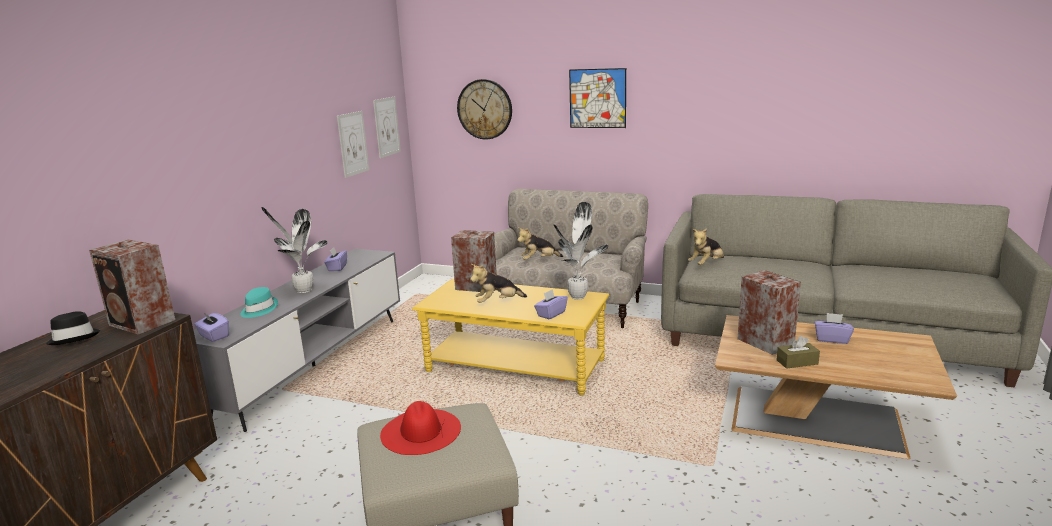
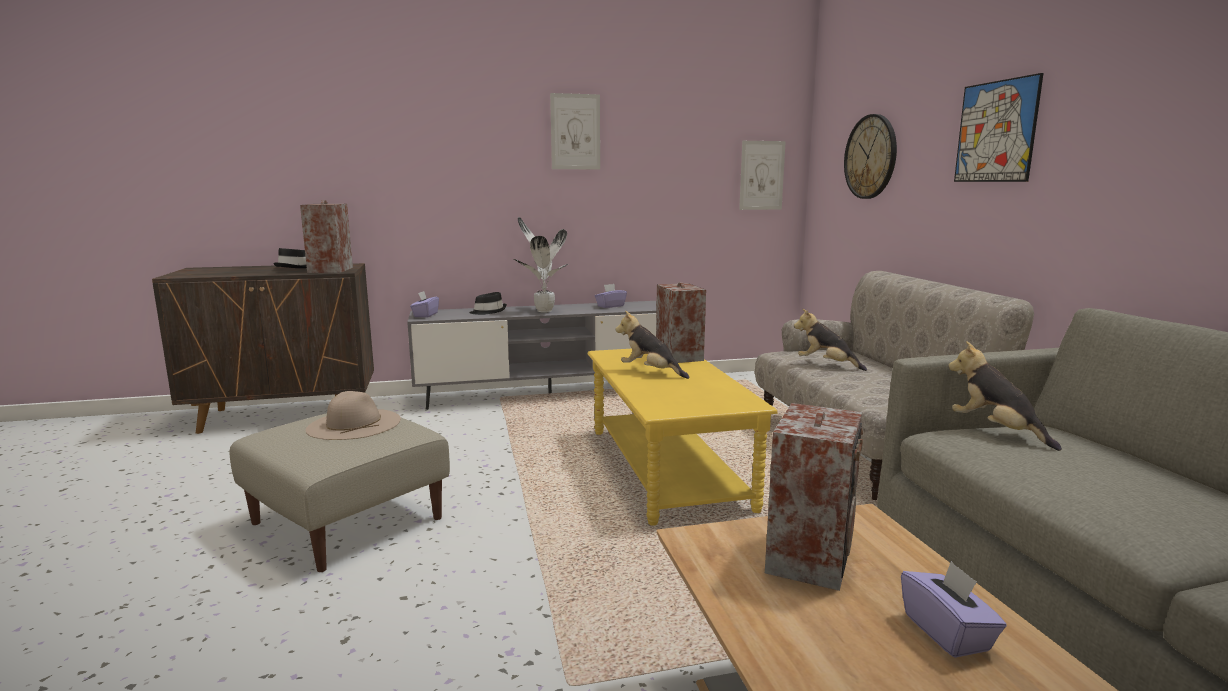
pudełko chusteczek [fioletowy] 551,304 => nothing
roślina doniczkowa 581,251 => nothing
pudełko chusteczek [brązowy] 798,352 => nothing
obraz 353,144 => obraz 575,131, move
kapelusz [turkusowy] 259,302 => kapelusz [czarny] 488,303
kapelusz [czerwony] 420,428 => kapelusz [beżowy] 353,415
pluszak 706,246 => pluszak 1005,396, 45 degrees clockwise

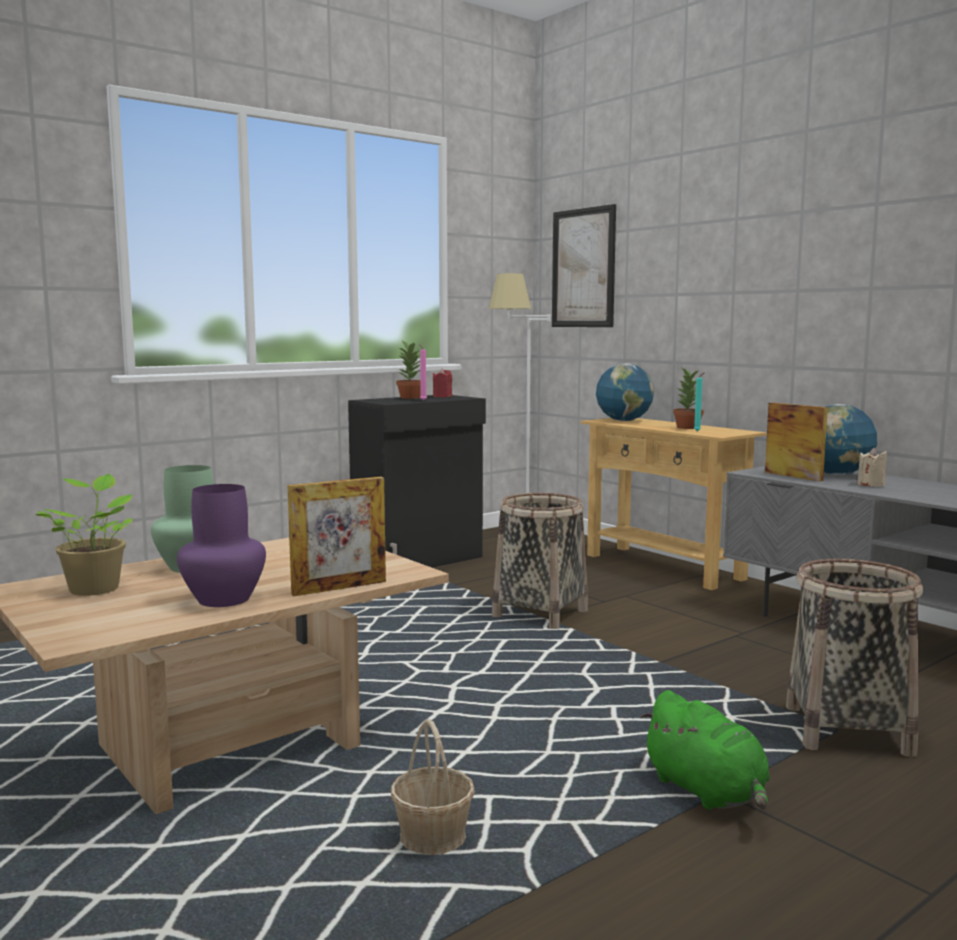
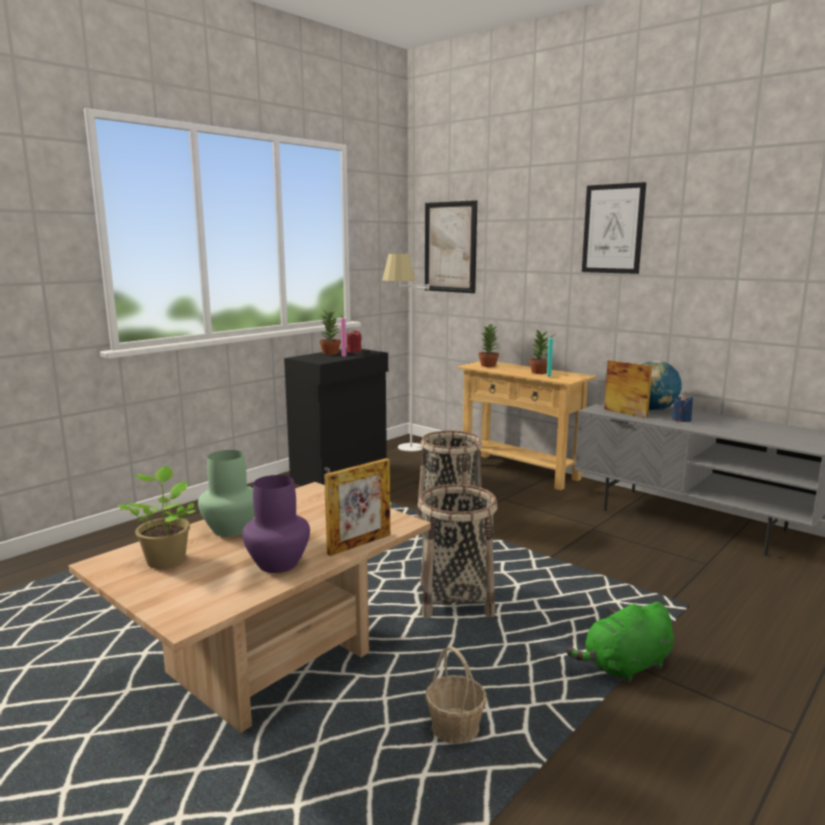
nothing => obraz 614,228
koszyk 854,658 => koszyk 458,551, move
globus 625,392 => roślina doniczkowa 488,345
świeca [beżowy] 872,467 => świeca [niebieski] 682,408
pluszak [zielony] 705,750 => pluszak [zielony] 619,642, 105 degrees clockwise

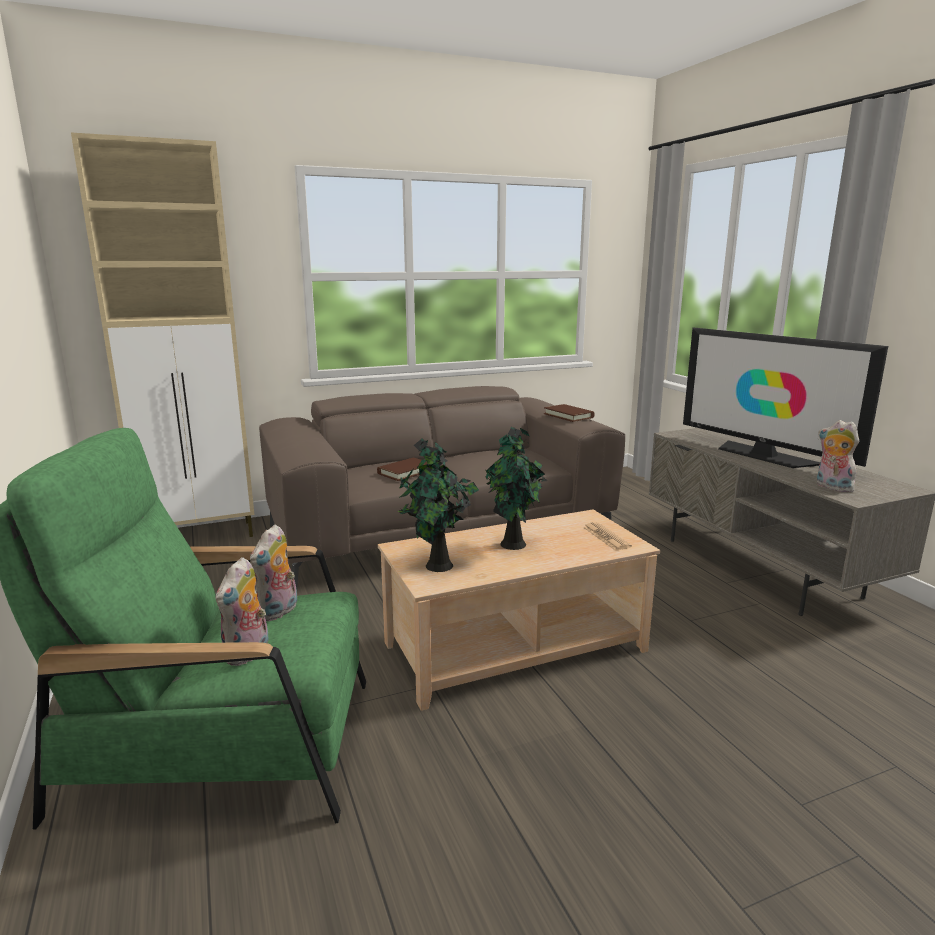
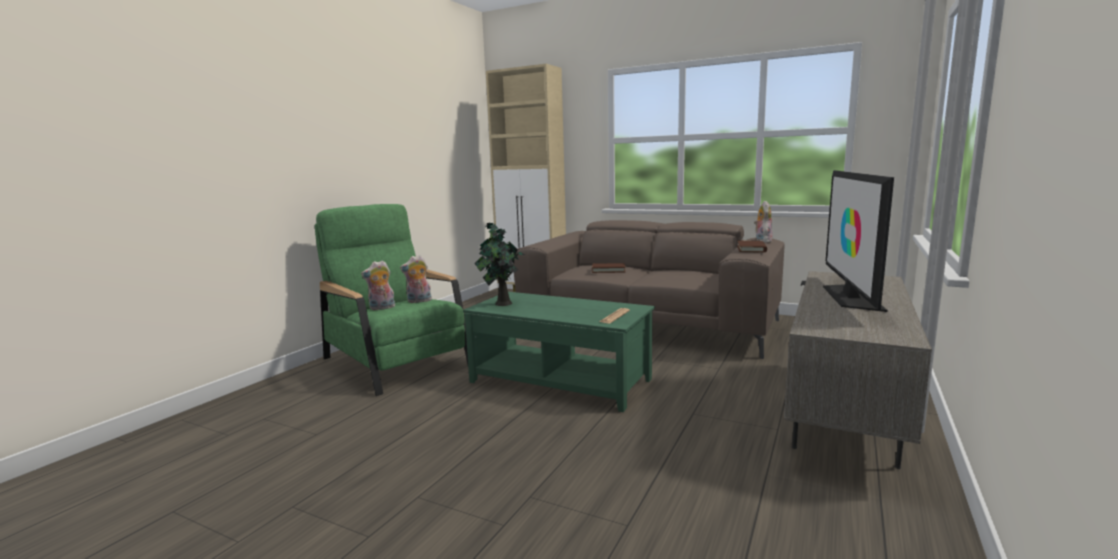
roślina doniczkowa 516,488 => nothing
pluszak 838,456 => pluszak 763,222, move
ława [beżowy] 519,610 => ława [zielony] 559,352

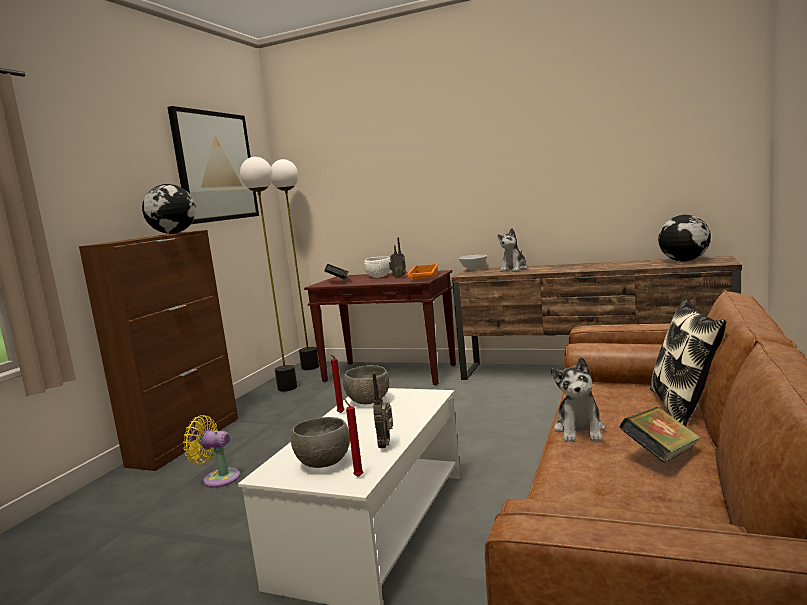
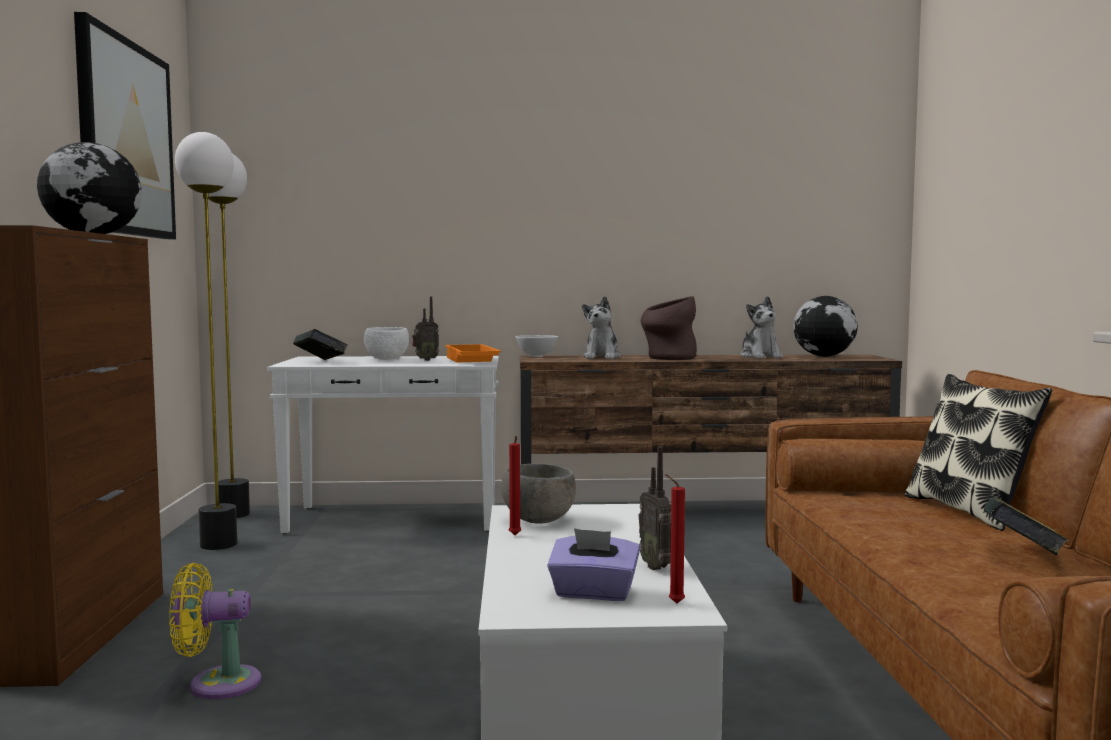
nothing => wazon [brązowy] 669,328
pluszak 578,399 => pluszak 761,327, move
miska [szary] 320,442 => pudełko chusteczek [fioletowy] 593,564
stolik konsolowy [brązowy] 380,328 => stolik konsolowy [biały] 383,445

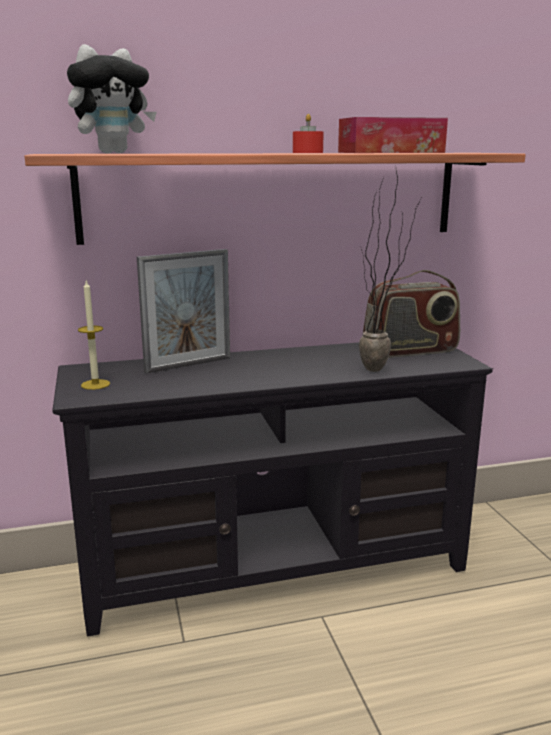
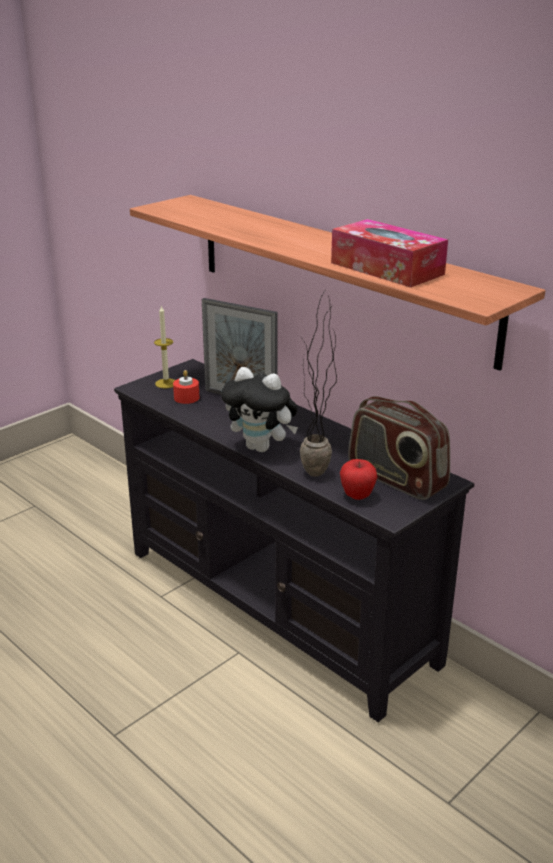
nothing => jabłko 359,479
pluszak 112,98 => pluszak 259,409, move
świeca [czerwony] 308,133 => świeca [czerwony] 186,387, move

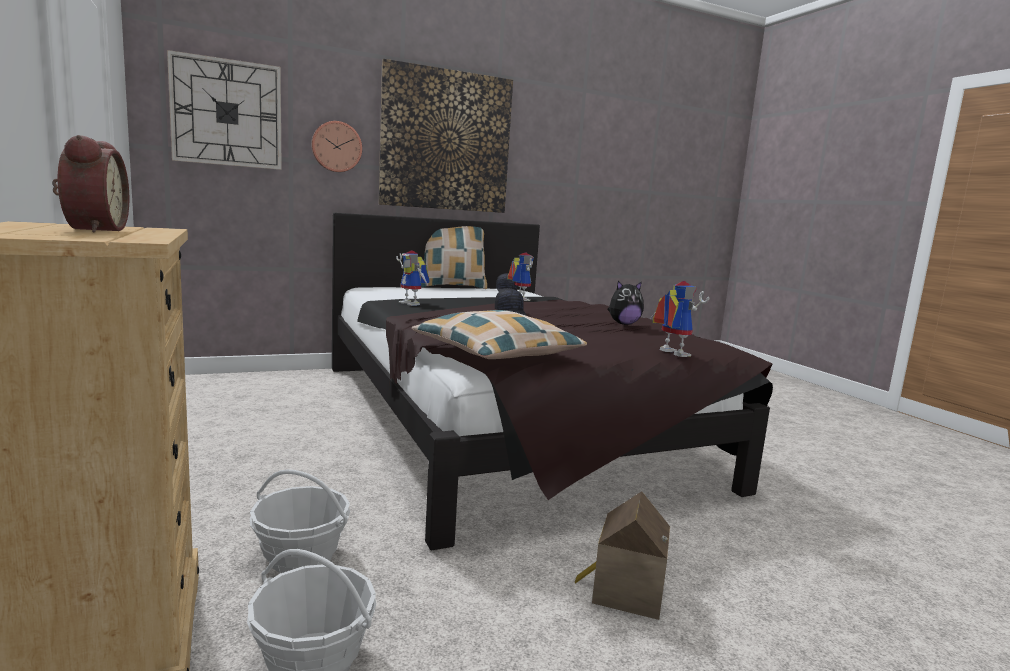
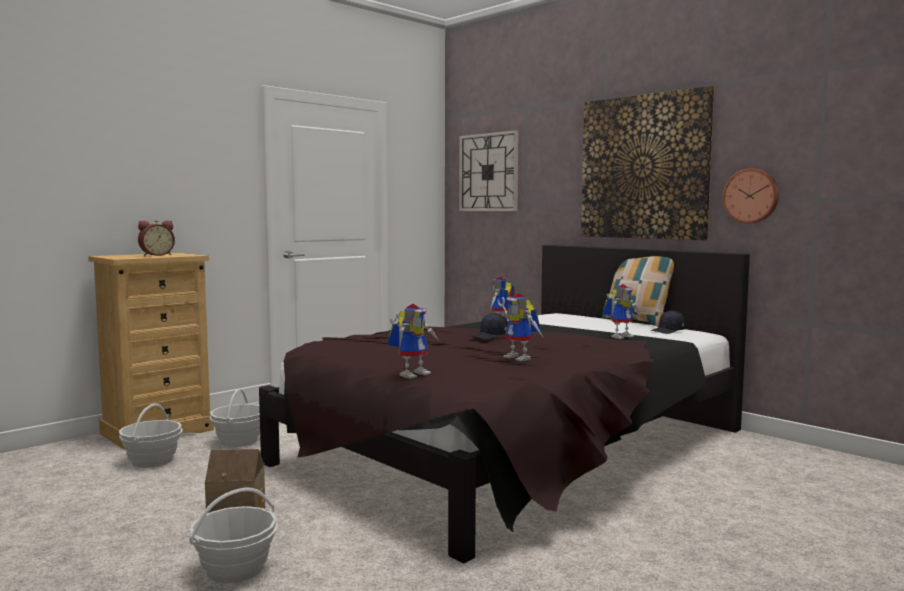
poduszka 499,334 => nothing
nothing => koszyk 233,535
zegar ścienny 336,146 => zegar ścienny 750,196, move
pluszak 625,303 => robot zabawkowy 520,327

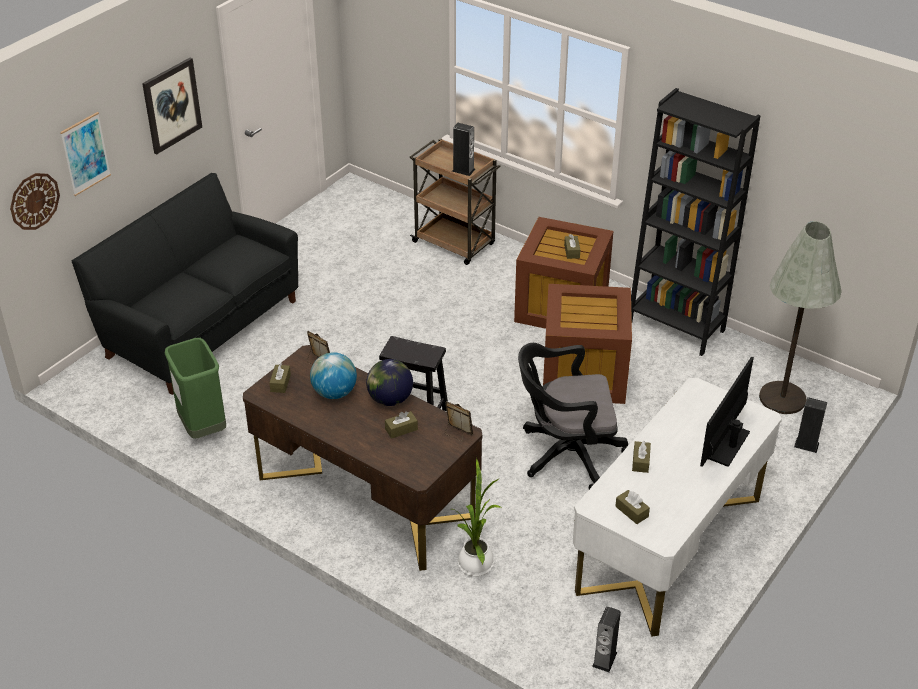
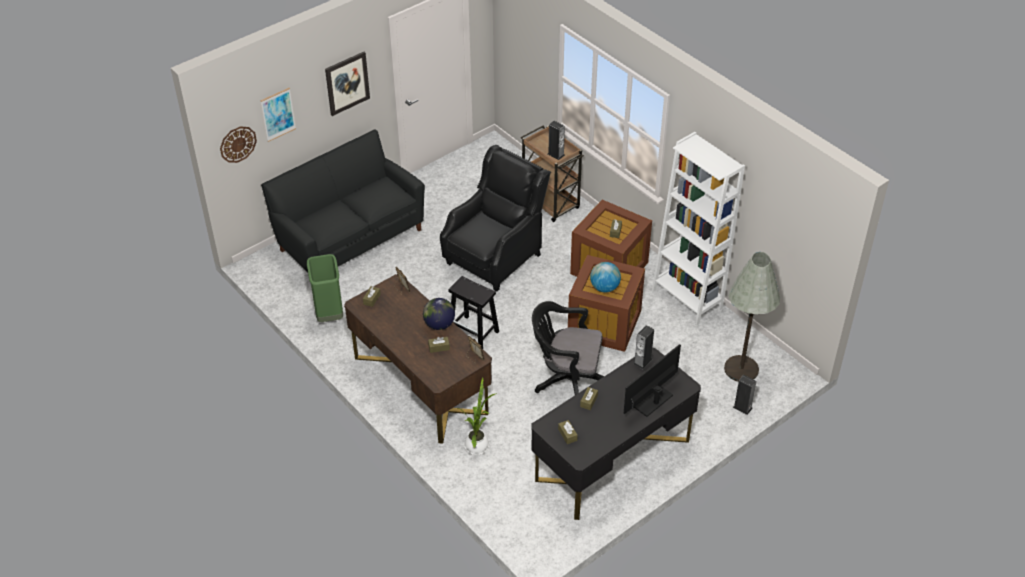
nothing => fotel [czarny] 495,218
globus 333,375 => globus 605,277, move
głośnik 606,639 => głośnik 644,347, move
biurko [biały] 677,506 => biurko [czarny] 616,434
regał [czarny] 696,222 => regał [biały] 698,229

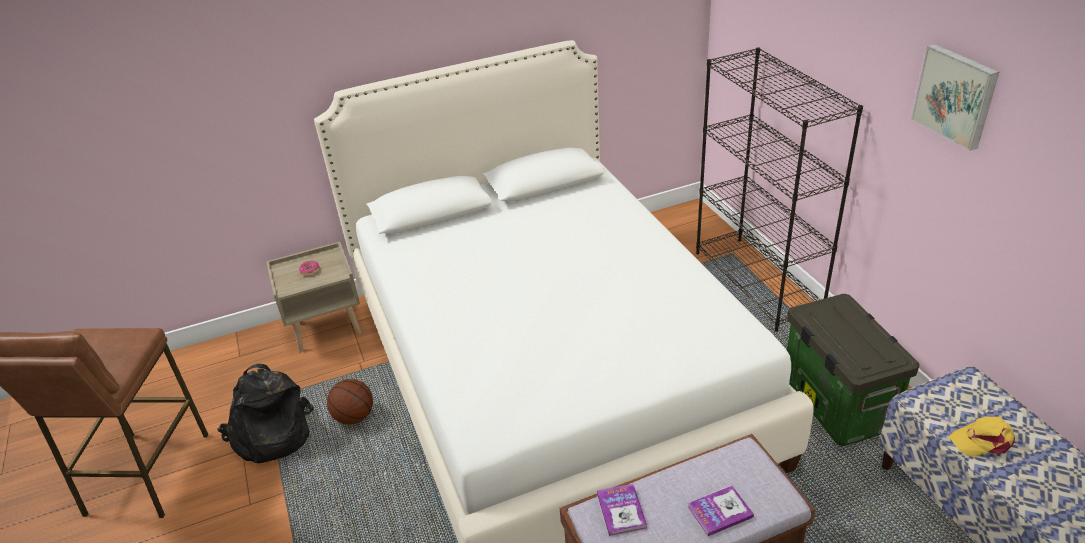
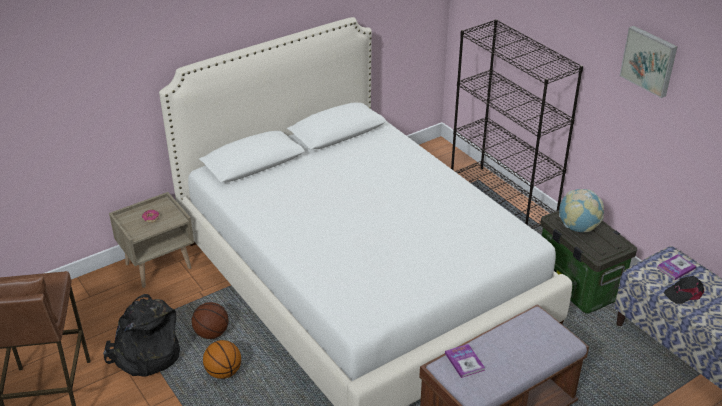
nothing => piłka do koszykówki 222,359
nothing => globus 581,210
książka 721,511 => książka 676,267, move
czapka z daszkiem [żółty] 982,436 => czapka z daszkiem [czarny] 684,290

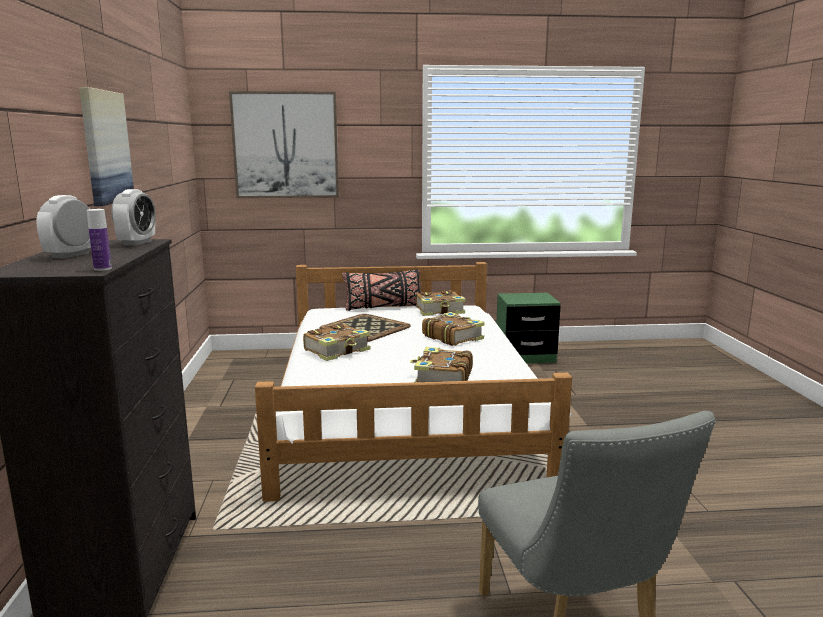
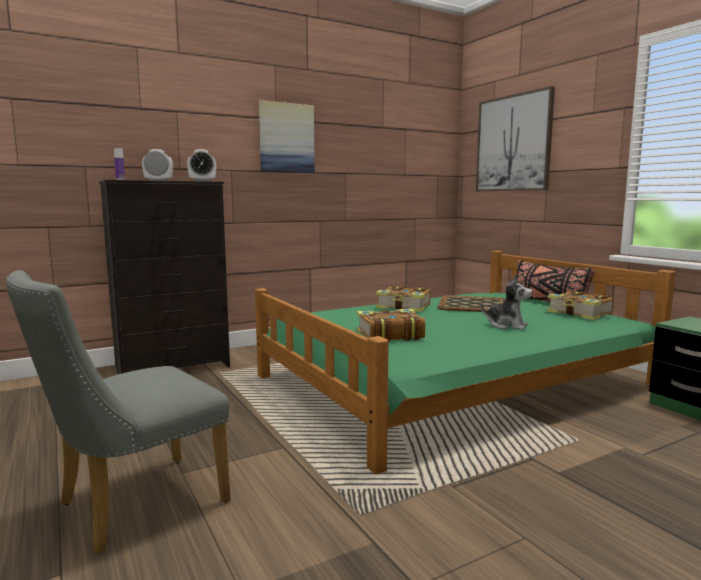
książka 453,329 => pluszak 507,302
łóżko [biały] 413,382 => łóżko [zielony] 465,362

